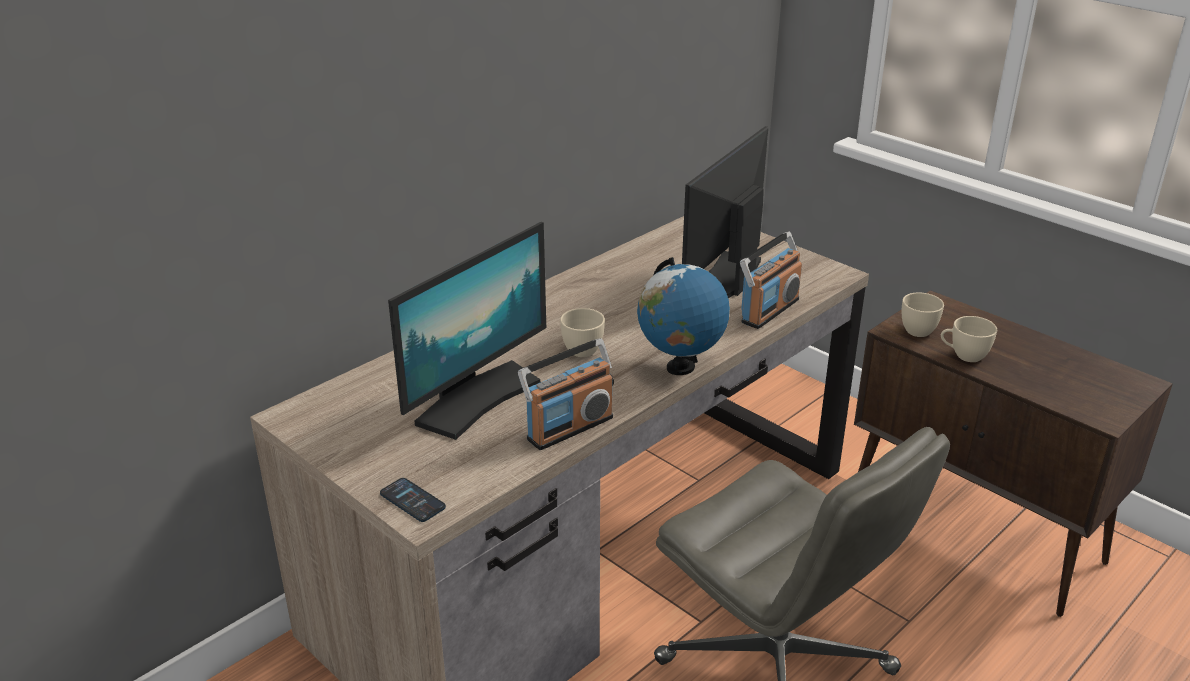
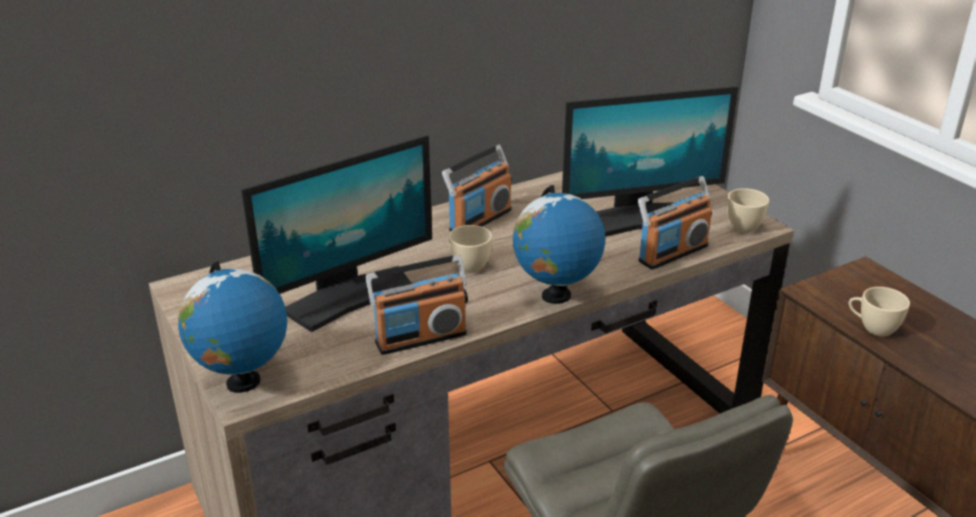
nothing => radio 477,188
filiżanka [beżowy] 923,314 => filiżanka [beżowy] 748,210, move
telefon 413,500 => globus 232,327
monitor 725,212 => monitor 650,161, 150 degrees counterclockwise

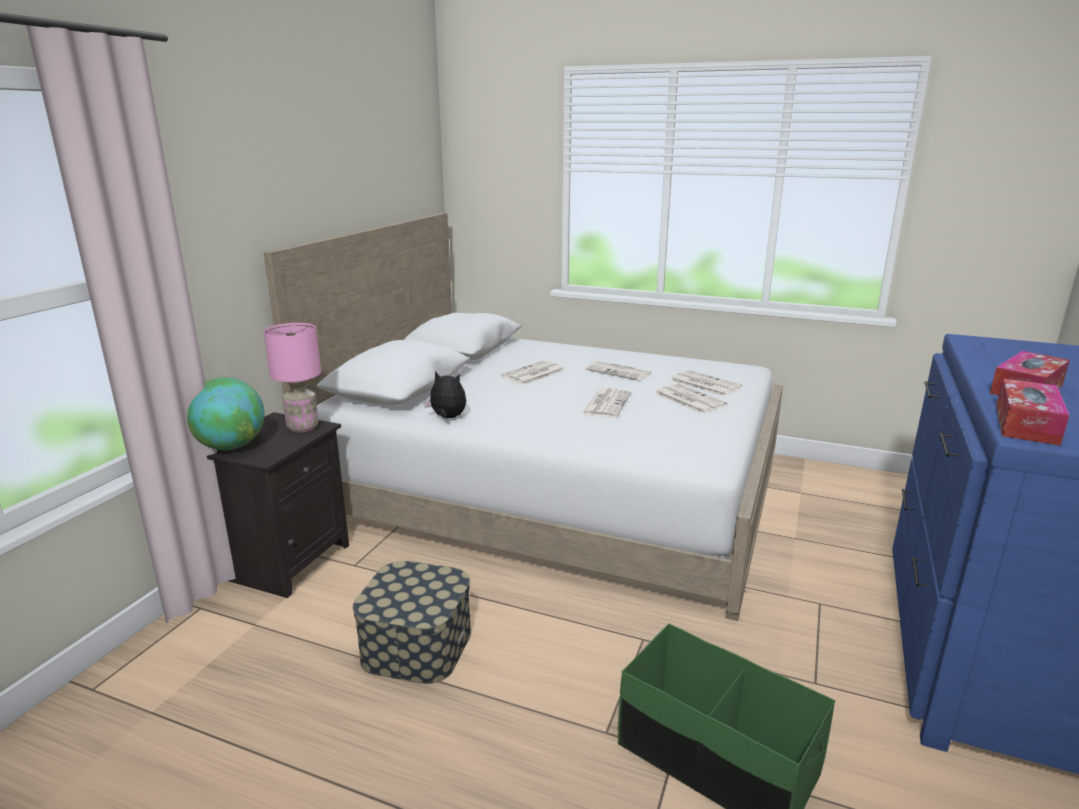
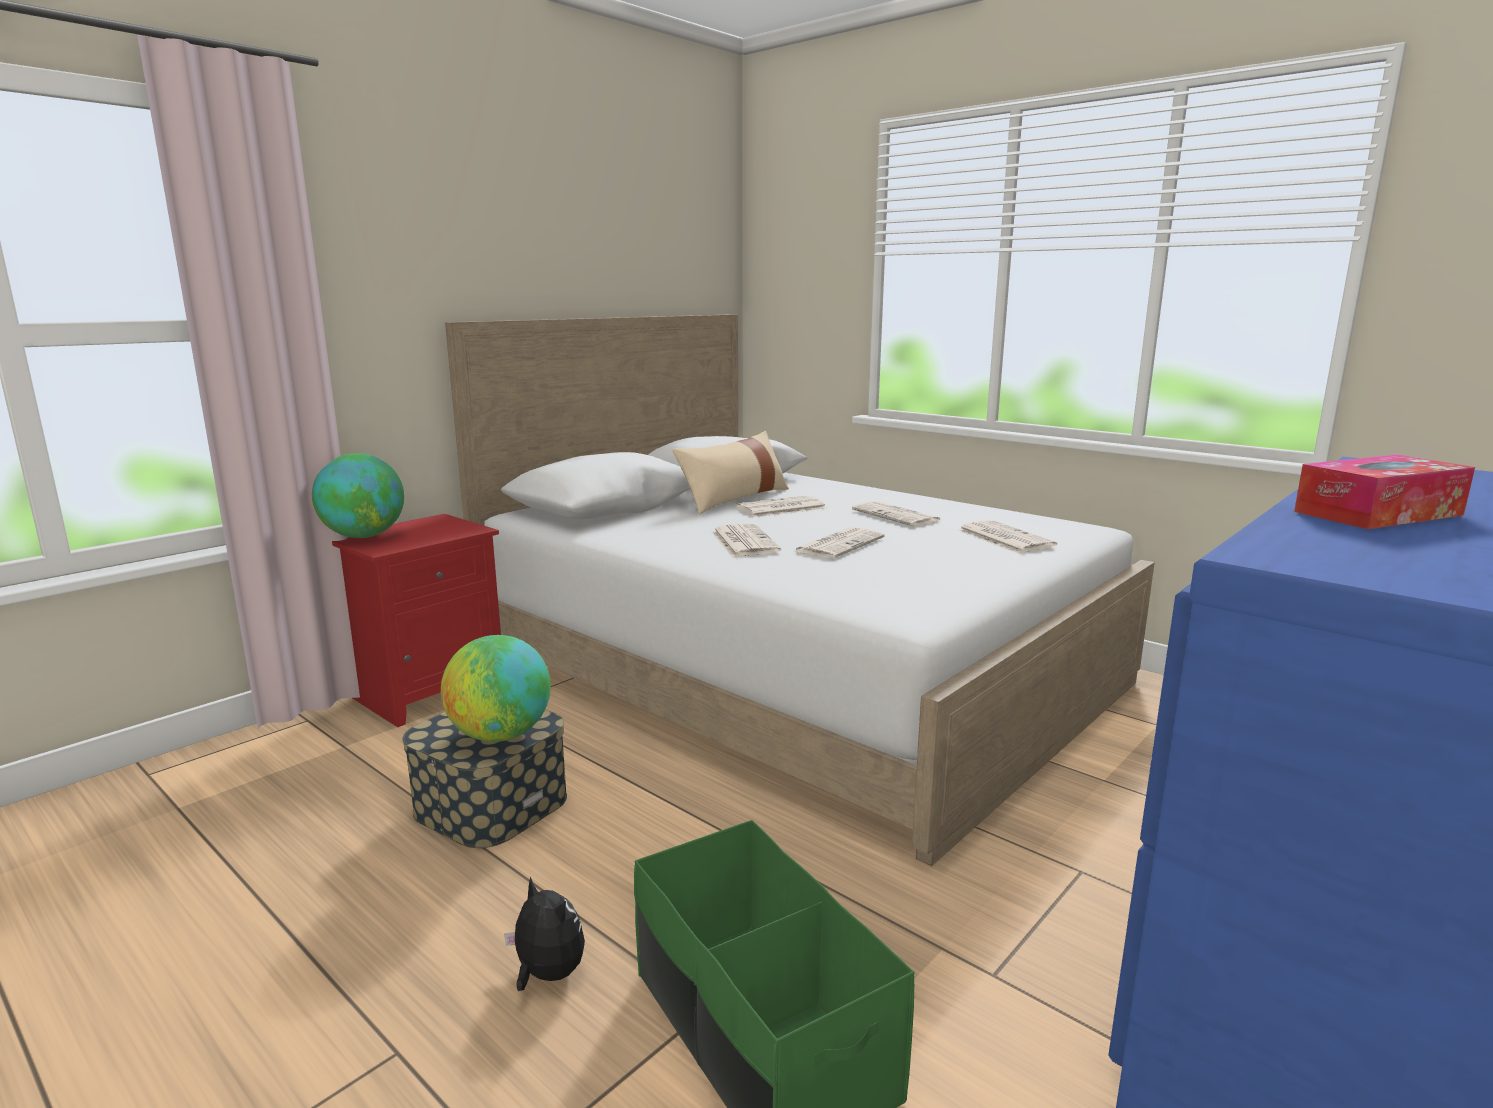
lampa stołowa [różowy] 292,378 => nothing
pudełko chusteczek 1033,412 => nothing
nothing => globus 496,688
nothing => poduszka [beżowy] 730,472
pluszak 445,394 => pluszak 544,934, move
gazeta 691,398 => gazeta 746,540, move
szafka nocna [czarny] 278,505 => szafka nocna [czerwony] 416,620

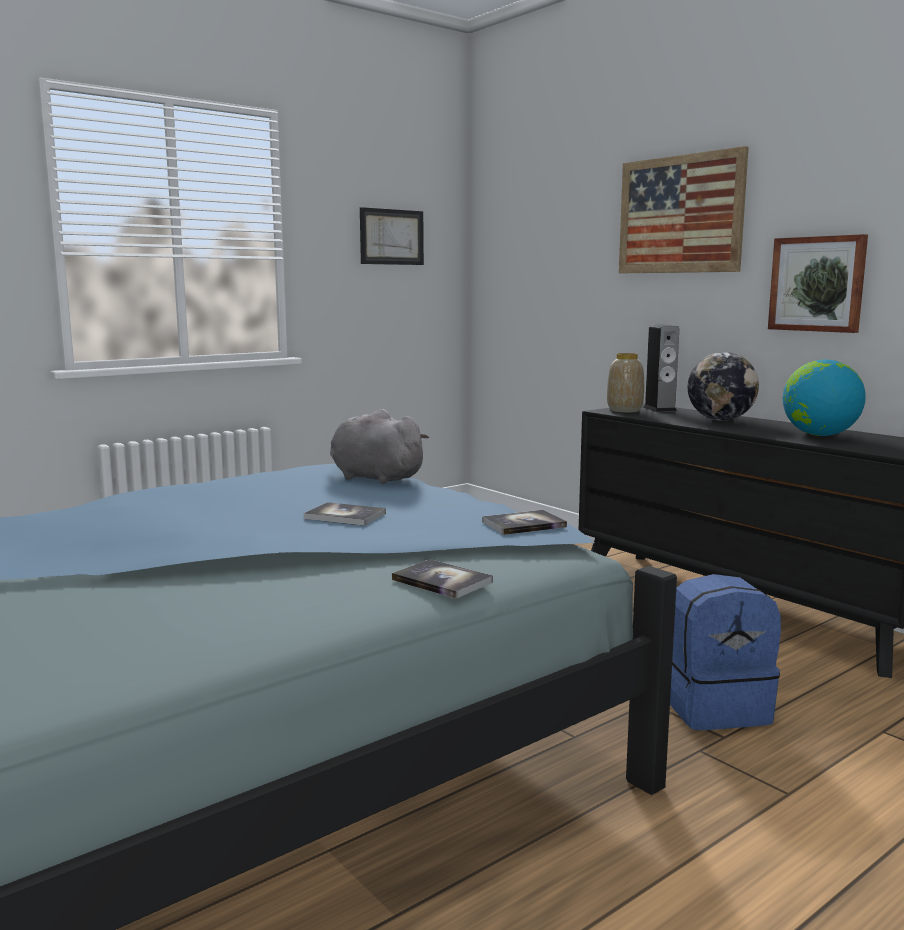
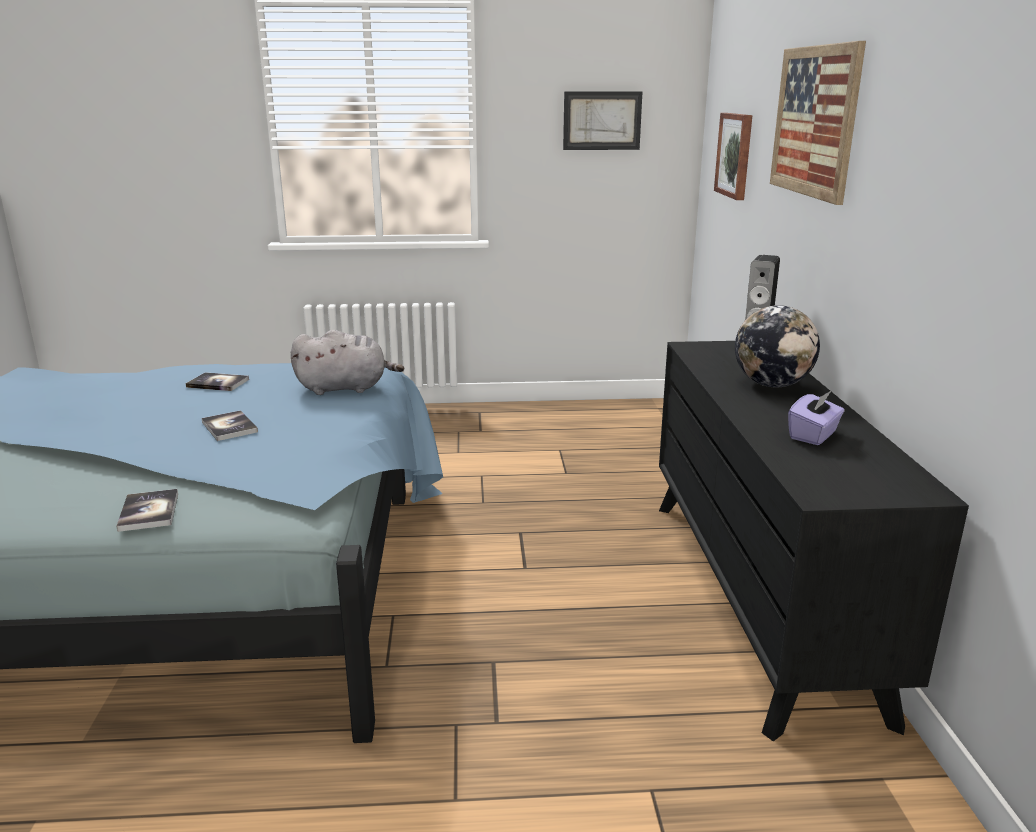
wazon 625,383 => nothing
plecak [niebieski] 725,652 => nothing
książka 524,522 => książka 217,381, move
obraz 818,283 => obraz 733,156, move
globus 824,398 => pudełko chusteczek [fioletowy] 816,417
pluszak [szary] 379,446 => pluszak [szary] 347,362, 105 degrees clockwise

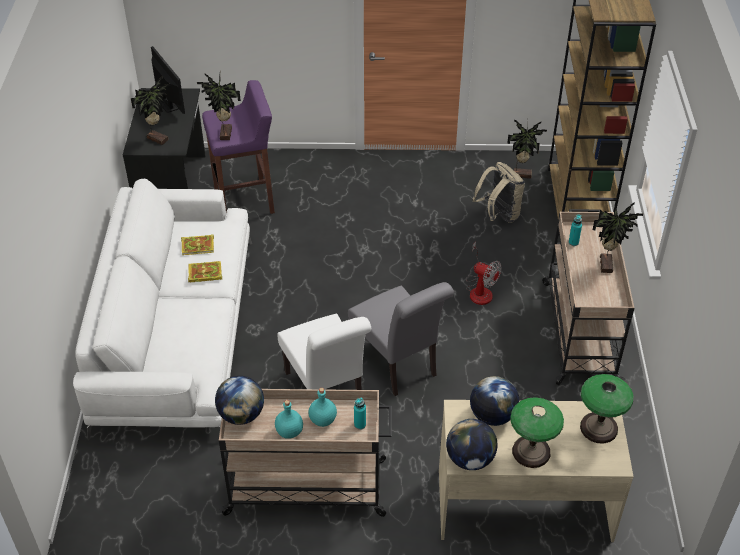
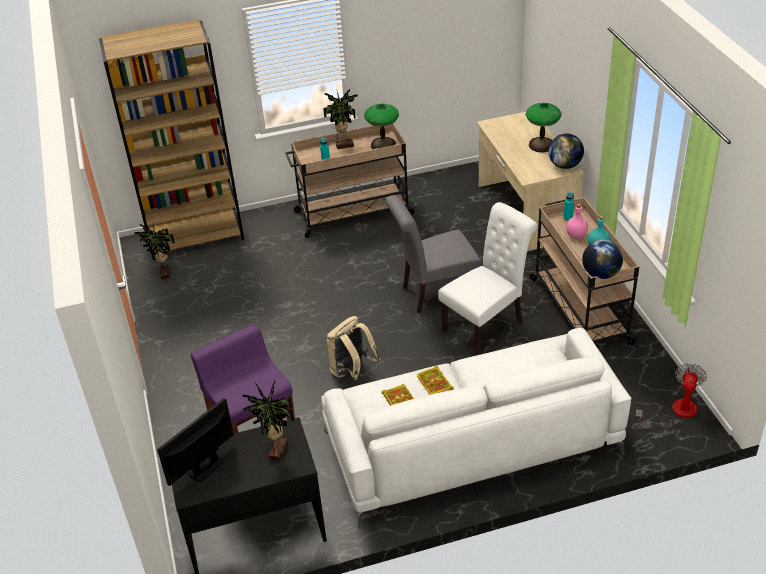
roślina doniczkowa 219,107 => nothing
globus 494,401 => nothing
wentylator 483,273 => wentylator 671,394, move
plecak [beżowy] 499,192 => plecak [beżowy] 354,348, move
lampa stołowa 606,409 => lampa stołowa 381,126, move
butelka [turkusowy] 322,407 => butelka [różowy] 577,221
krzesło [szary] 401,339 => krzesło [szary] 433,254, 150 degrees counterclockwise

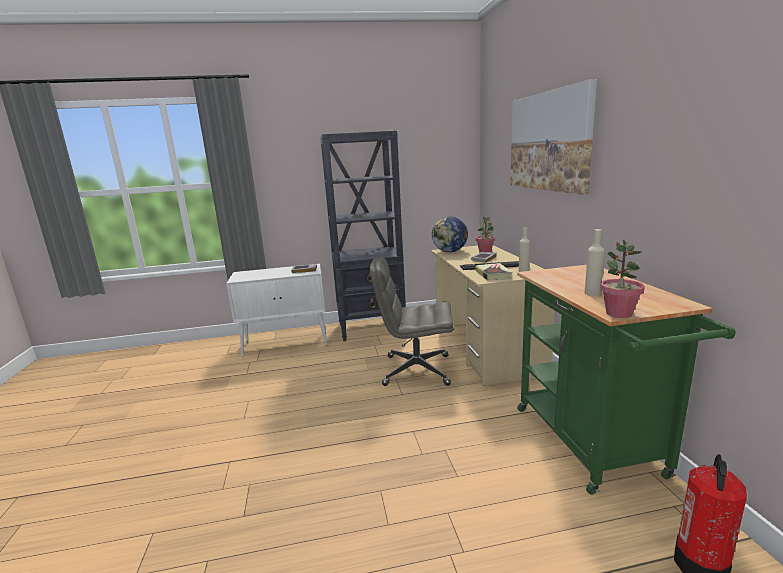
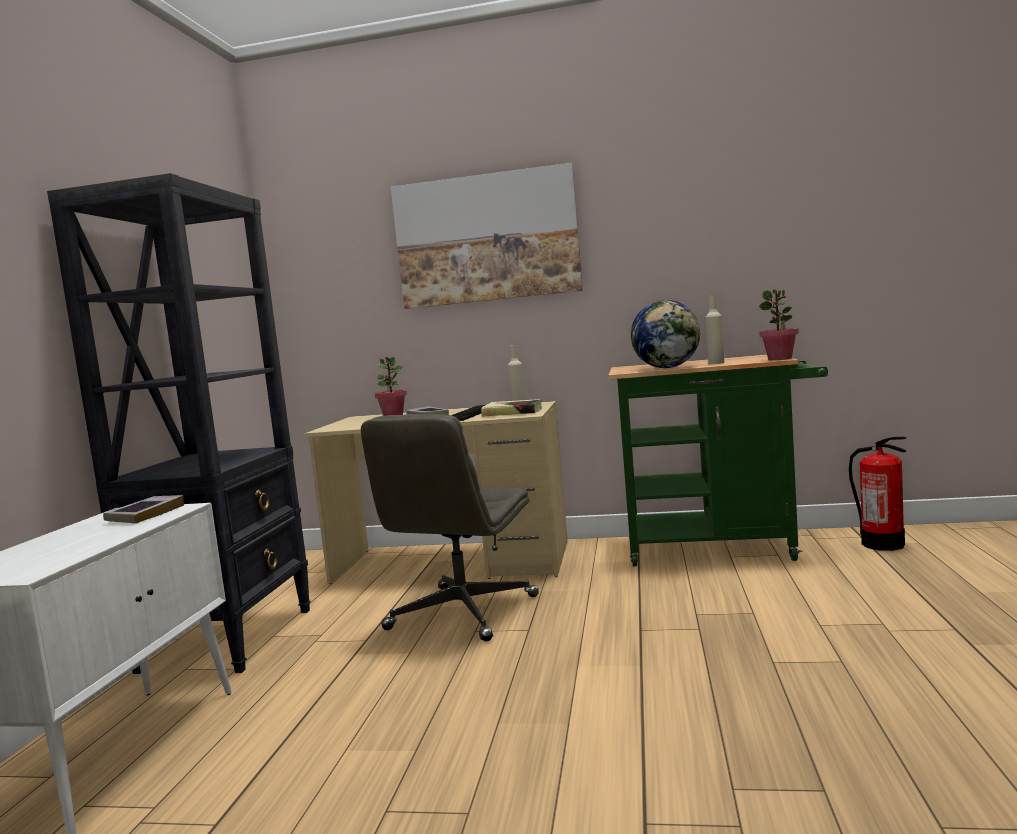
globus 450,234 => globus 665,334, move

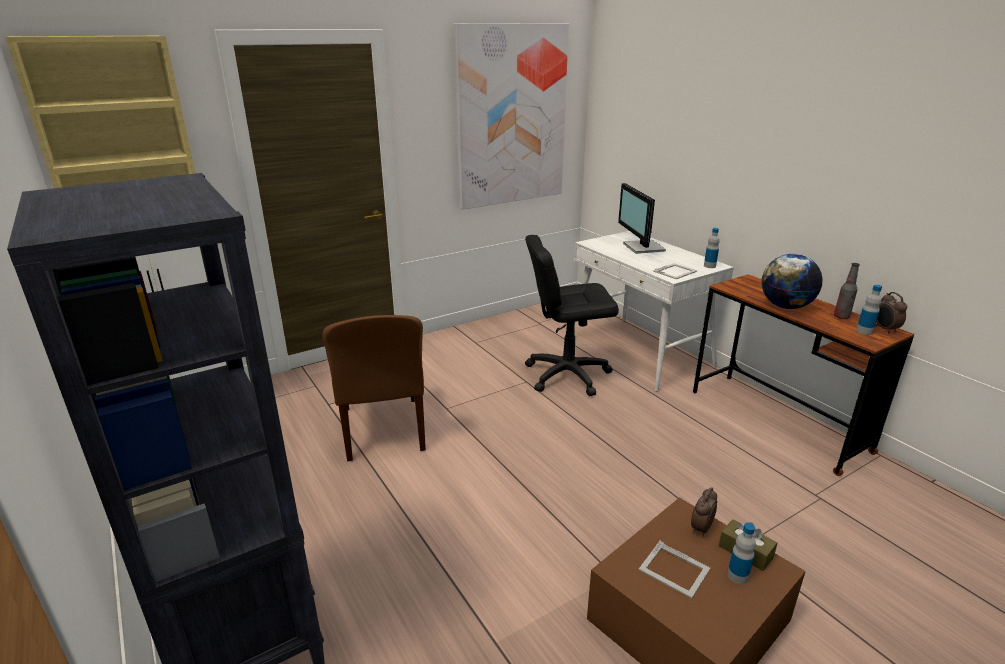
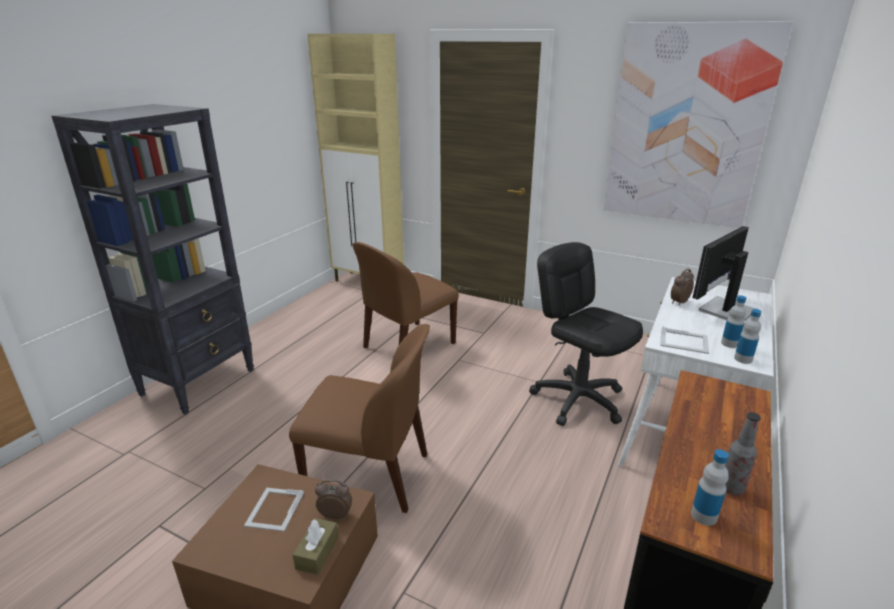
globus 792,281 => nothing
nothing => krzesło [brązowy] 359,418
butelka 741,553 => butelka 733,321, move
budzik 891,312 => budzik 682,287, move

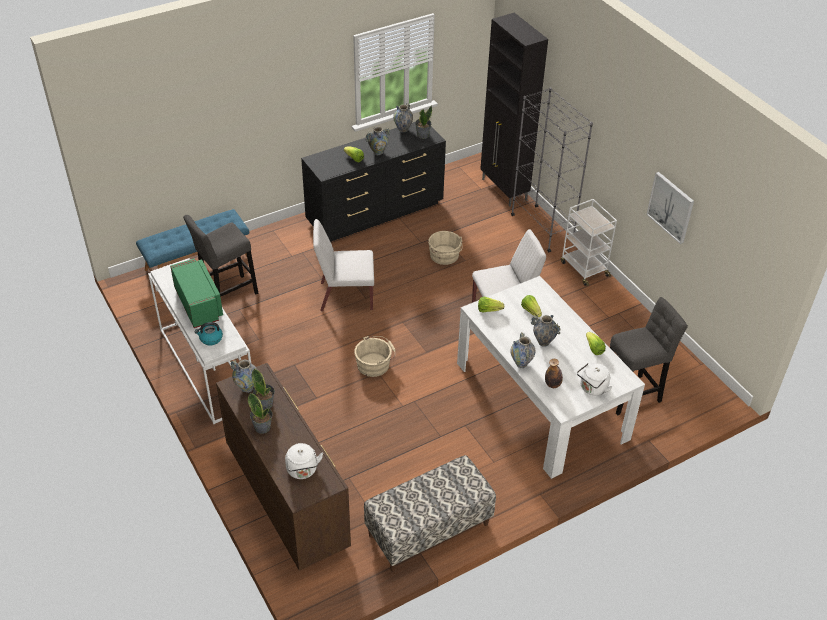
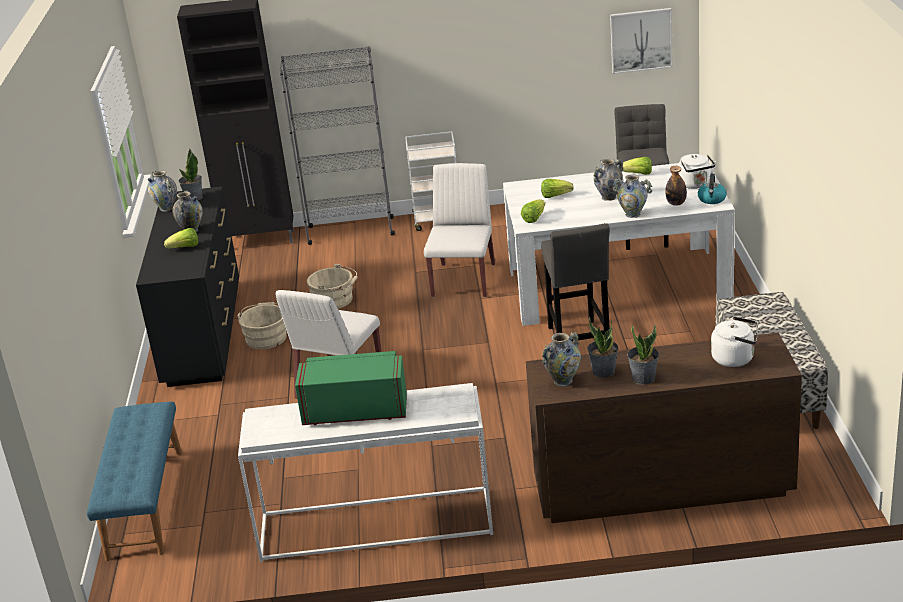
stołek [szary] 220,256 => stołek [szary] 575,282, move
czajnik 208,333 => czajnik 712,189, move
wiadro [beżowy] 375,356 => wiadro [beżowy] 262,325, move
obraz 670,208 => obraz 641,41, move

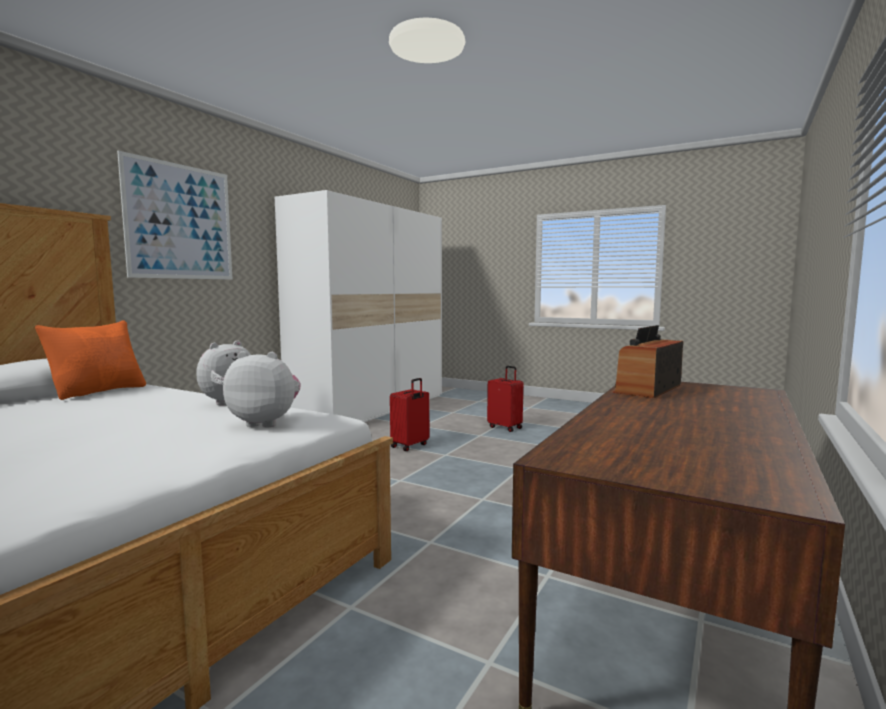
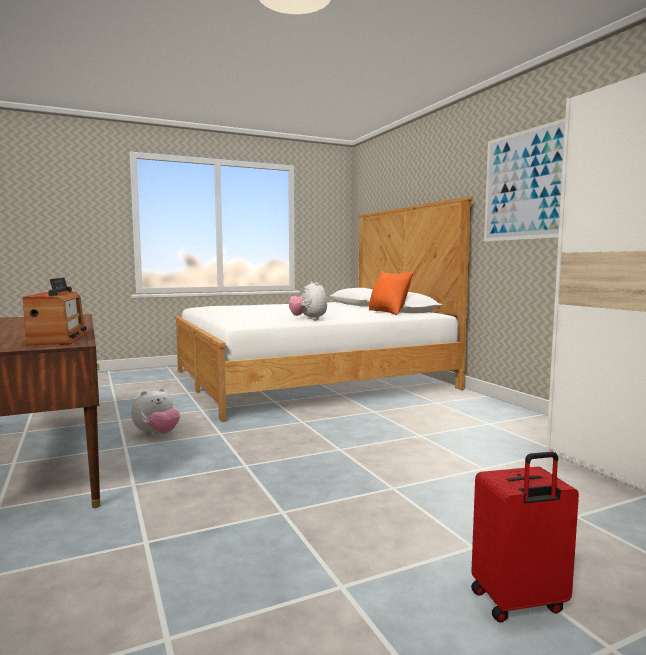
walizka [czerwony] 409,414 => nothing
pluszak 262,389 => pluszak 156,412, move

